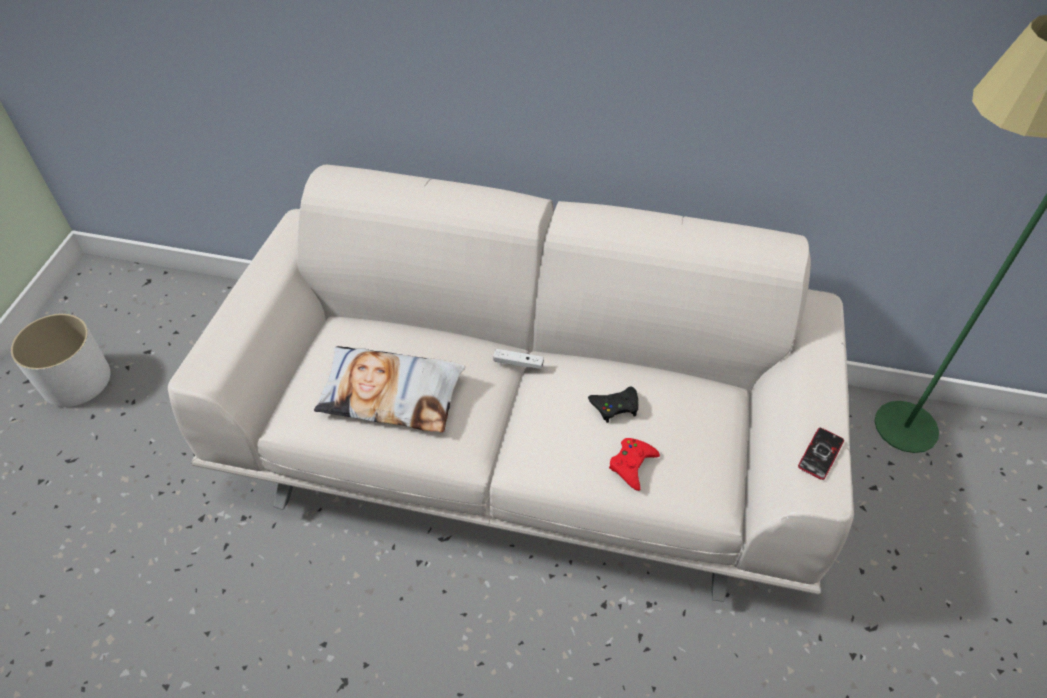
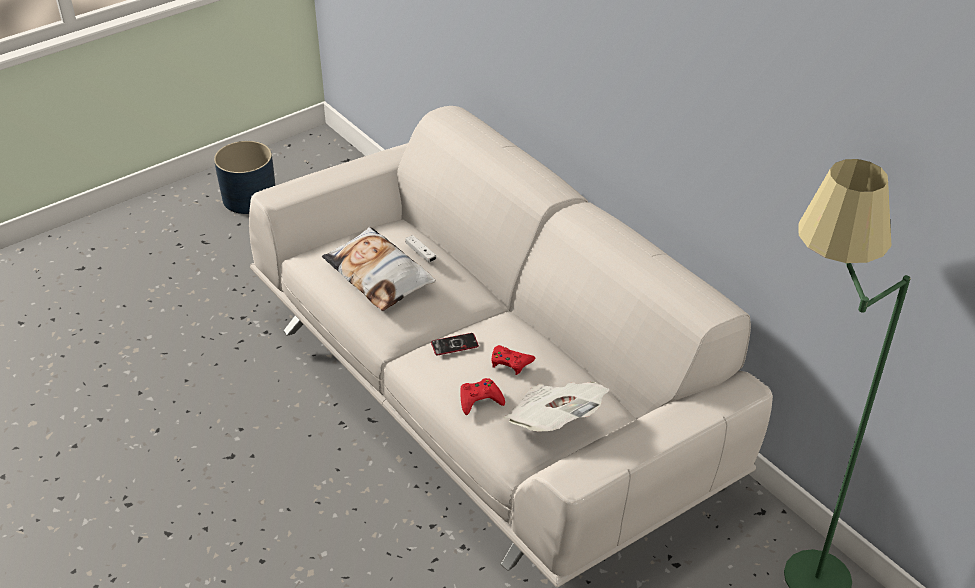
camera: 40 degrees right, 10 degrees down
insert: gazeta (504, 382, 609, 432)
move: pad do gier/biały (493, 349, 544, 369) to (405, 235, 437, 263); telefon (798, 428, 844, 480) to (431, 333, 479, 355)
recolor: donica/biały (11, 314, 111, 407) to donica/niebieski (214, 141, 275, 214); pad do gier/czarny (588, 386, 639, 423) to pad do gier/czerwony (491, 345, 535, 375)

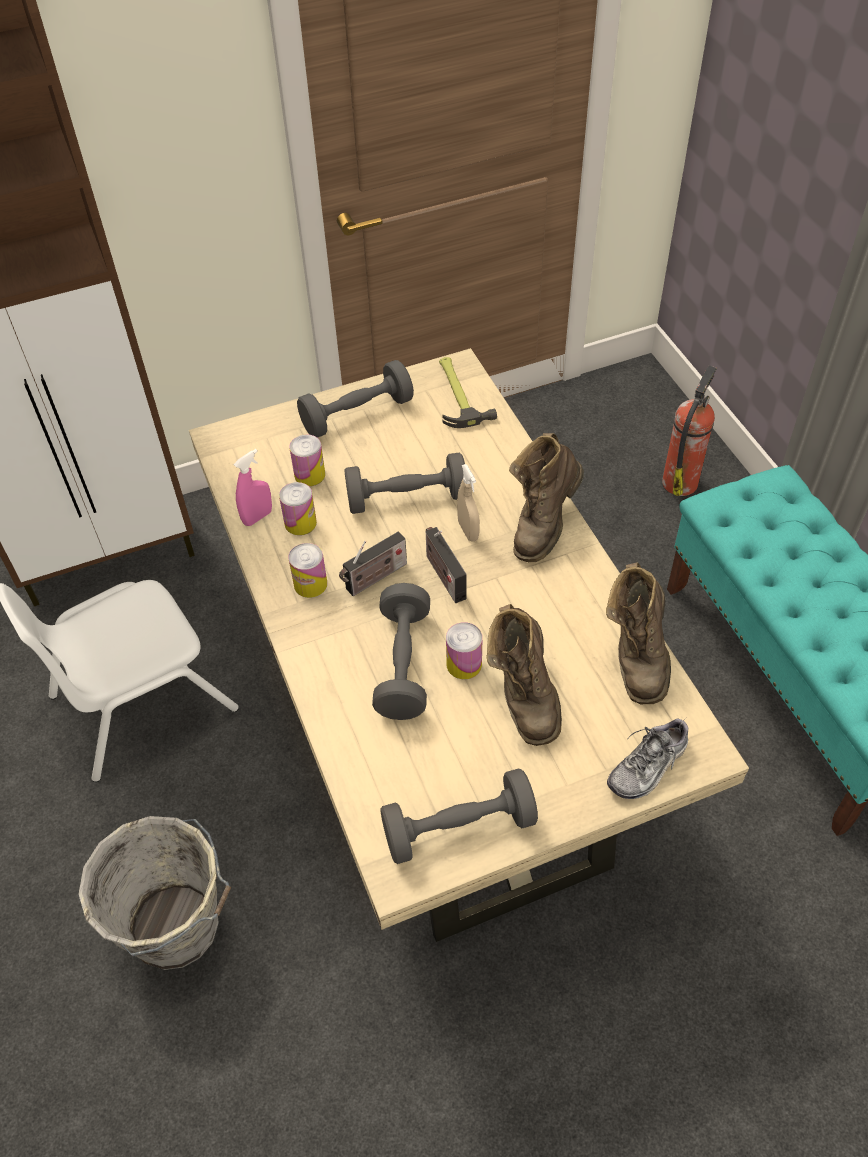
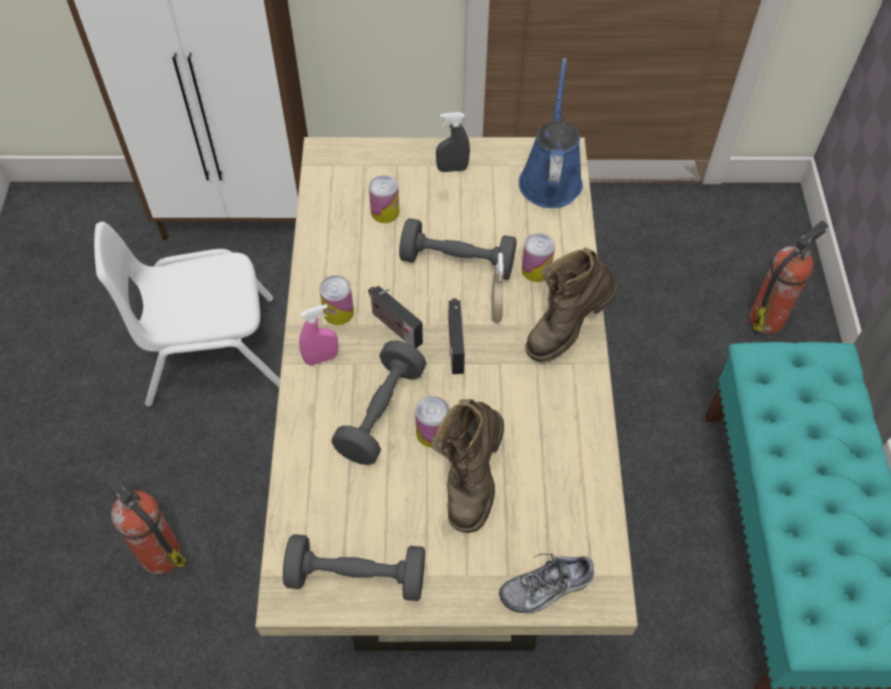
camera: 20 degrees right, 5 degrees up
delete: but z cholewką/brązowy (606, 562, 671, 704)
move: spryskiwacz/różowy (234, 449, 272, 526) to (299, 304, 338, 366); puszka (279, 482, 317, 535) to (522, 233, 555, 282)
replace: wiadro/szary (78, 816, 231, 970) to gaśnica (95, 468, 186, 574); hantel/szary (297, 360, 414, 438) to spryskiwacz/szary (436, 112, 470, 172); młotek (439, 357, 497, 428) to konewka/niebieski (519, 58, 583, 208)
rotate: radio (339, 532, 407, 596) = (368, 286, 423, 348) 60 degrees clockwise

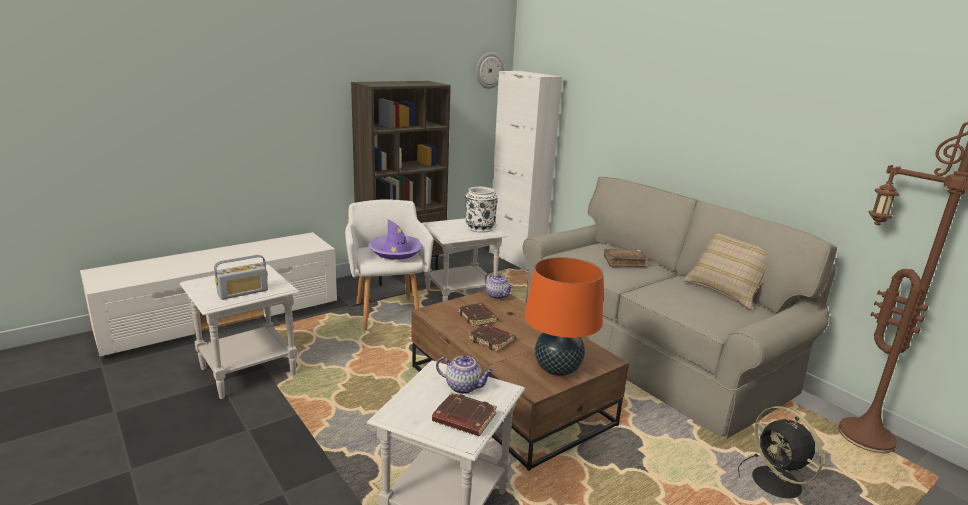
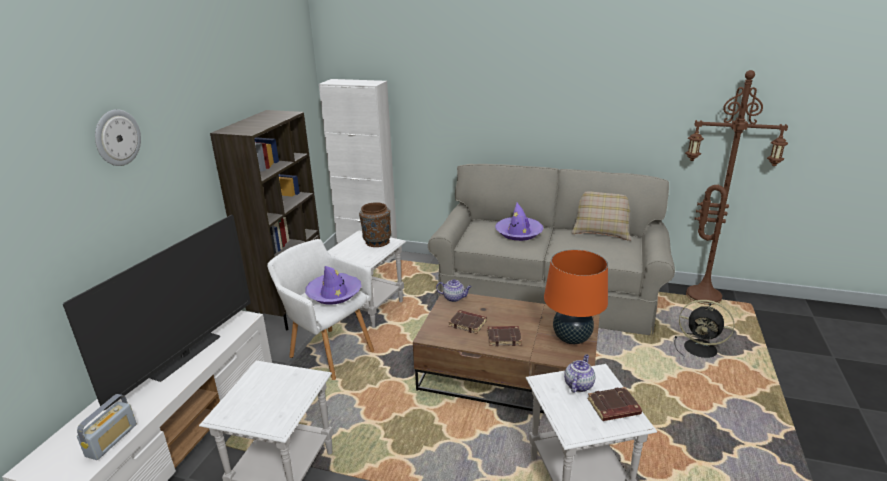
camera: 35 degrees left, 5 degrees up
insert: telewizor (63, 215, 251, 411)
move: radio (214, 255, 268, 300) to (77, 394, 137, 460); zegar ścienny (476, 52, 504, 89) to (95, 109, 141, 166)
replace: książka/brązowy (604, 249, 648, 267) to kapelusz/fioletowy (495, 203, 544, 241)
recolor: wazon/biały (465, 187, 498, 233) to wazon/brązowy (359, 202, 392, 247)
rotate: imbryk (436, 356, 493, 394) = (564, 354, 595, 393) 45 degrees counterclockwise

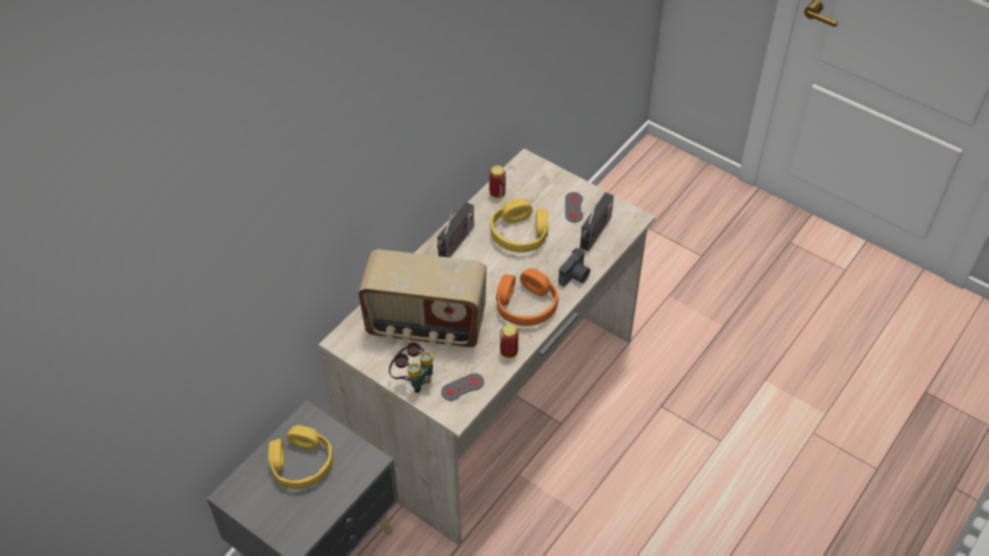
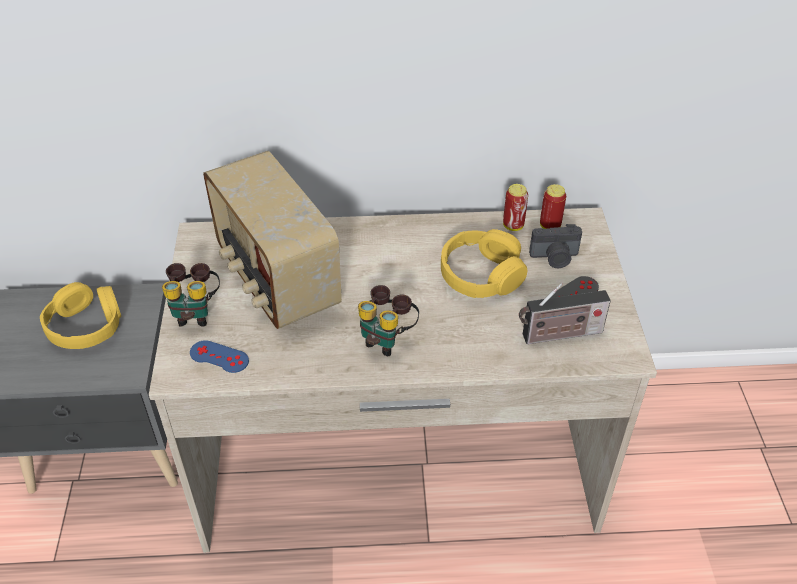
camera: 50 degrees right, 5 degrees down
delete: radio (437, 202, 474, 258)
move: puszka (500, 324, 519, 358) to (540, 184, 566, 229); aparat fotograficzny (558, 247, 590, 286) to (529, 224, 582, 268)
replace: słuchawki/pomarańczowy (496, 268, 558, 326) to lornetka (358, 285, 419, 356)
recolor: pad do gier/szary (441, 373, 484, 401) to pad do gier/niebieski (190, 340, 249, 373)

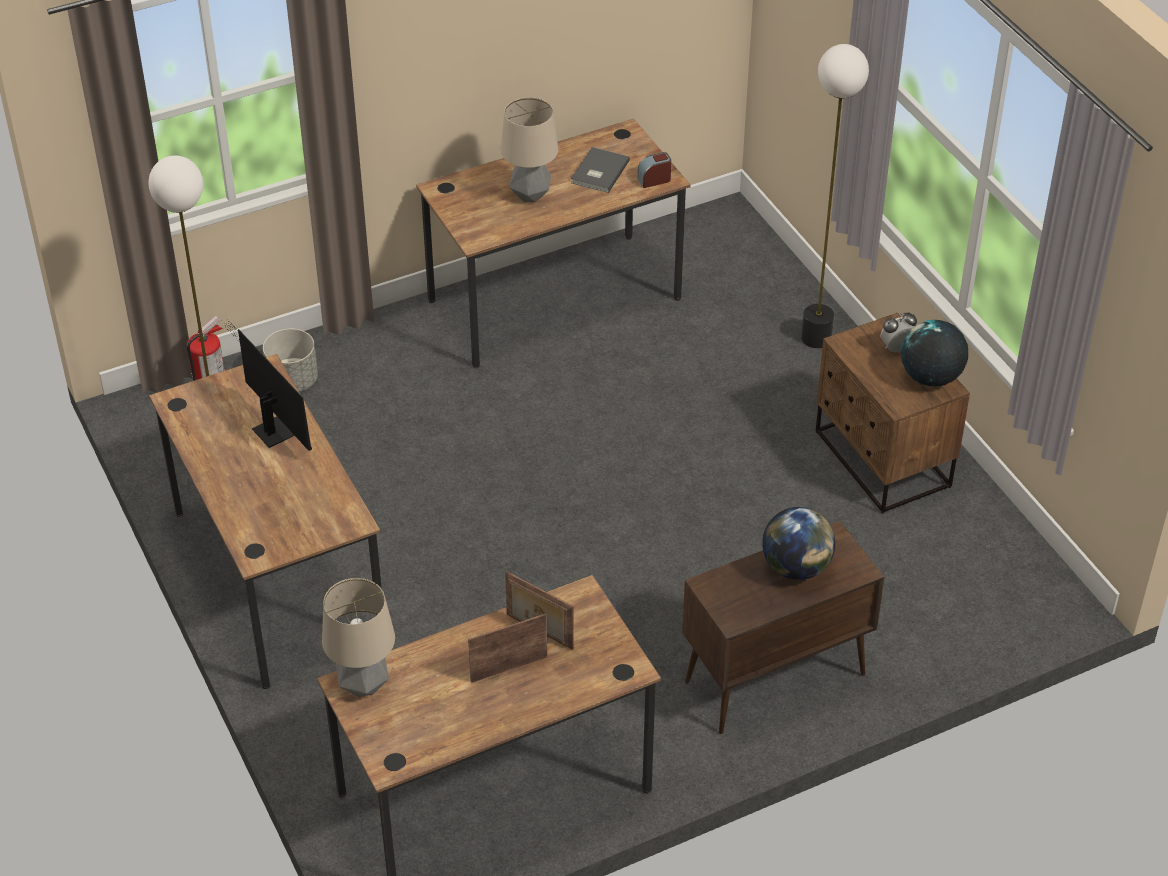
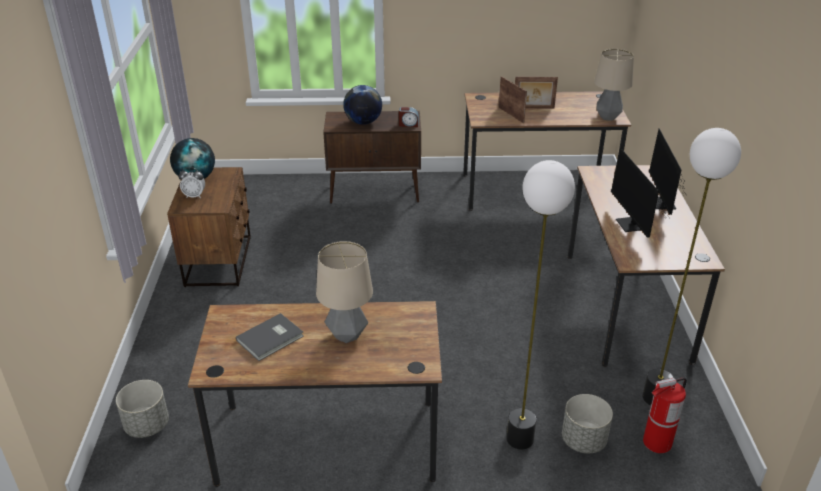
camera: 155 degrees left, 10 degrees down
insert: donica/szary (116, 380, 169, 438); monitor (649, 128, 687, 215)
move: budzik (638, 152, 671, 188) to (399, 107, 419, 127); lampa stojąca (801, 44, 869, 348) to (506, 160, 575, 449)

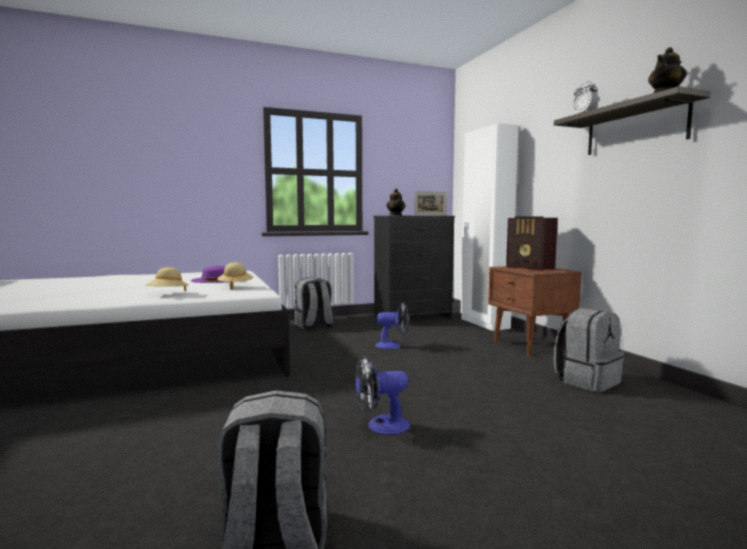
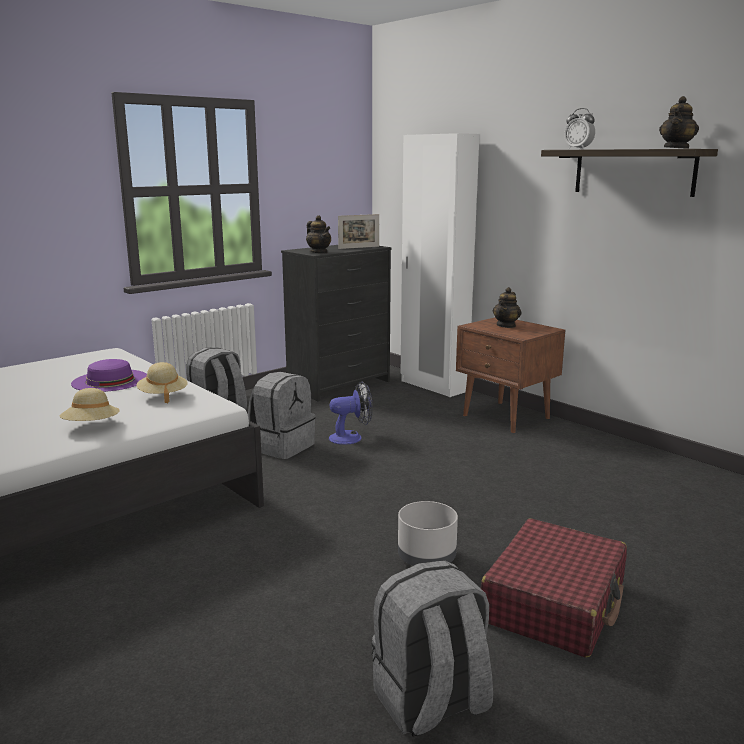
camera: 20 degrees left, 10 degrees up
insert: walizka/czerwony (481, 518, 627, 658)
move: plecak/szary (554, 308, 625, 392) to (248, 372, 315, 459)
replace: wentylator (355, 356, 410, 435) to donica/szary (398, 501, 458, 566); radio (506, 216, 558, 271) to imbryk (493, 287, 521, 328)

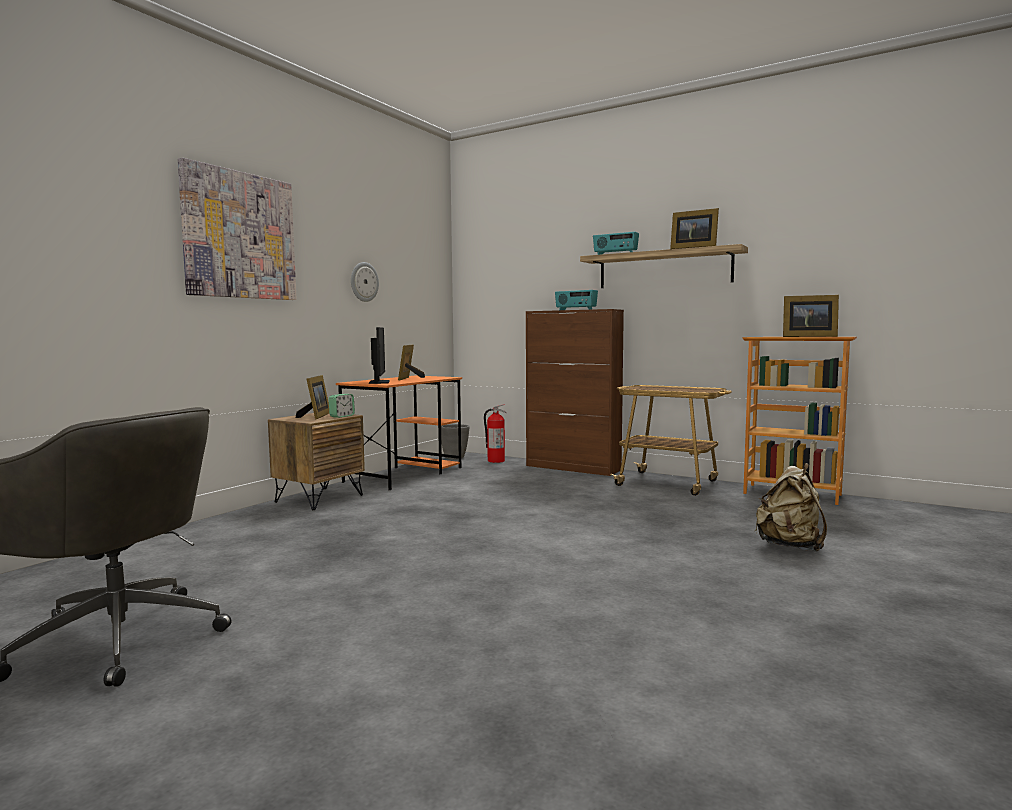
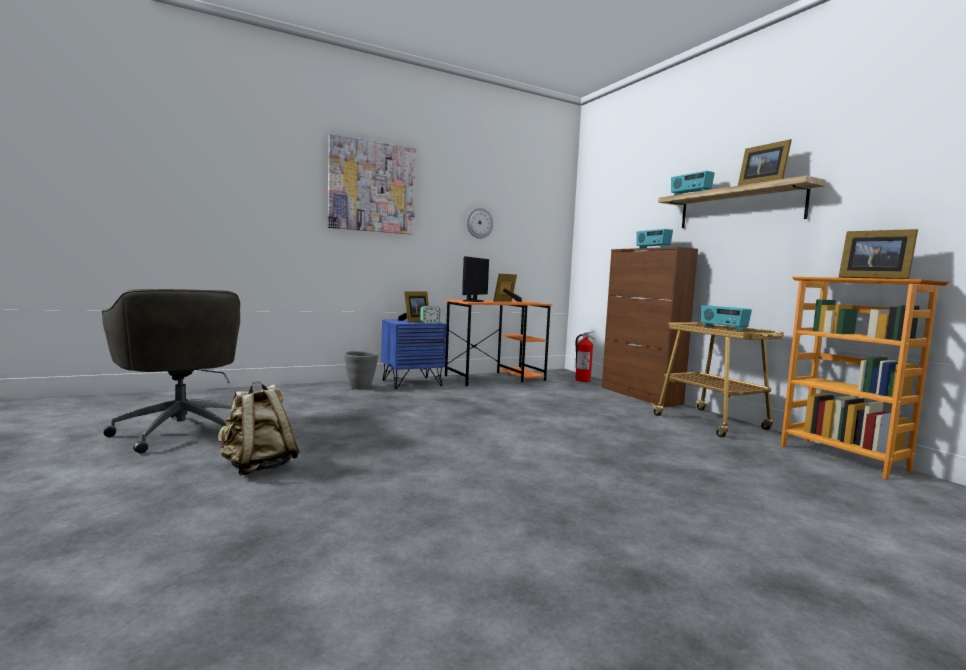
camera: 30 degrees right, 0 degrees up
insert: radio (701, 305, 752, 331)
move: donica/szary (441, 424, 470, 460) to (345, 351, 378, 389); plecak/beżowy (755, 463, 827, 552) to (218, 381, 300, 475)
recolor: szafka nocna/brązowy (268, 413, 365, 510) to szafka nocna/niebieski (381, 320, 446, 389)

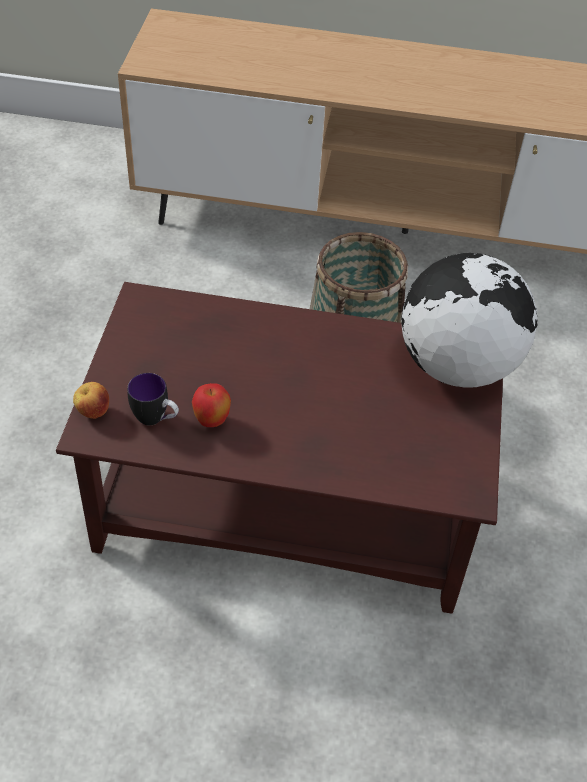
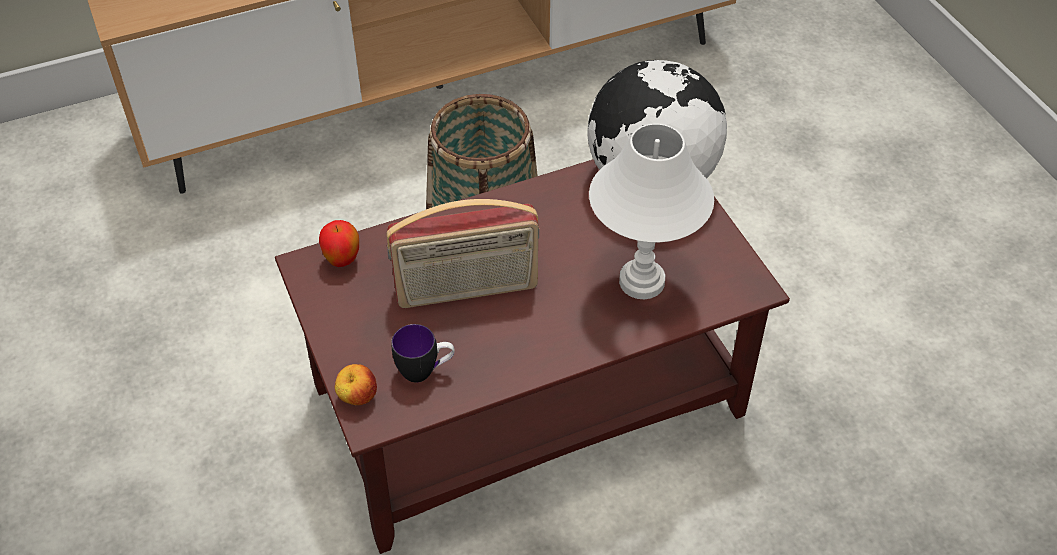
camera: 30 degrees left, 0 degrees up
insert: radio (387, 199, 539, 308); lampa stołowa/biały (589, 124, 714, 299)
move: jabłko (192, 383, 231, 427) to (319, 220, 359, 267)

